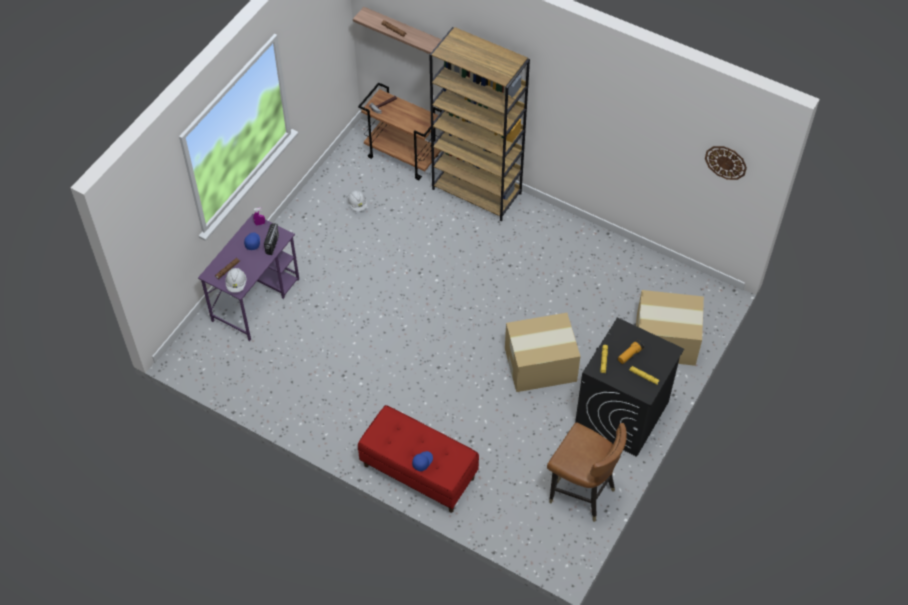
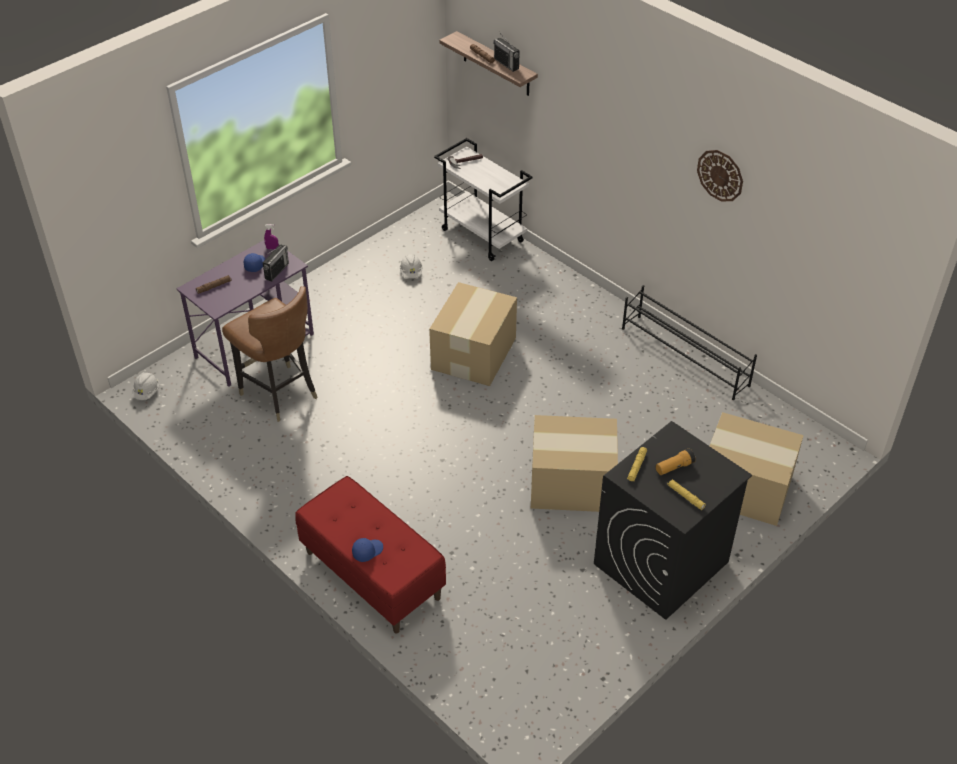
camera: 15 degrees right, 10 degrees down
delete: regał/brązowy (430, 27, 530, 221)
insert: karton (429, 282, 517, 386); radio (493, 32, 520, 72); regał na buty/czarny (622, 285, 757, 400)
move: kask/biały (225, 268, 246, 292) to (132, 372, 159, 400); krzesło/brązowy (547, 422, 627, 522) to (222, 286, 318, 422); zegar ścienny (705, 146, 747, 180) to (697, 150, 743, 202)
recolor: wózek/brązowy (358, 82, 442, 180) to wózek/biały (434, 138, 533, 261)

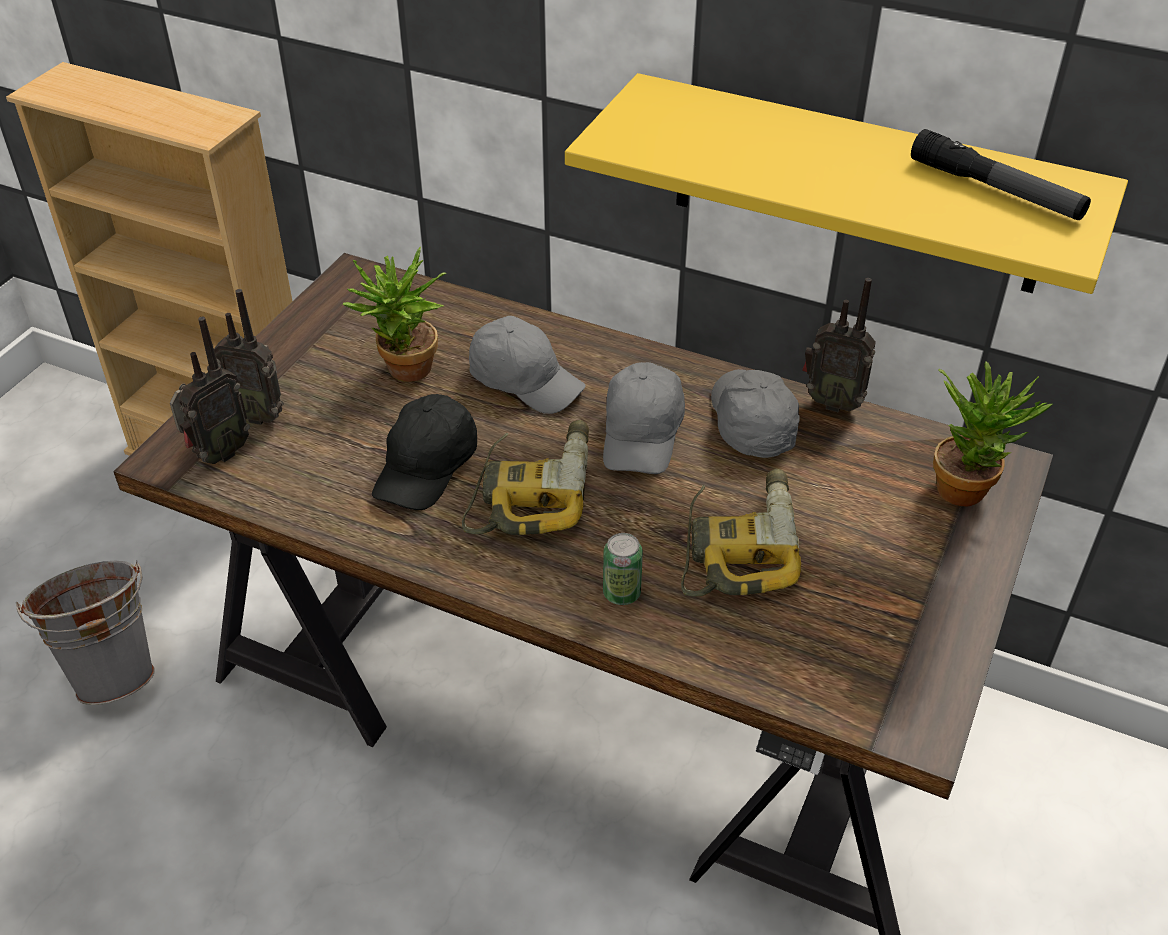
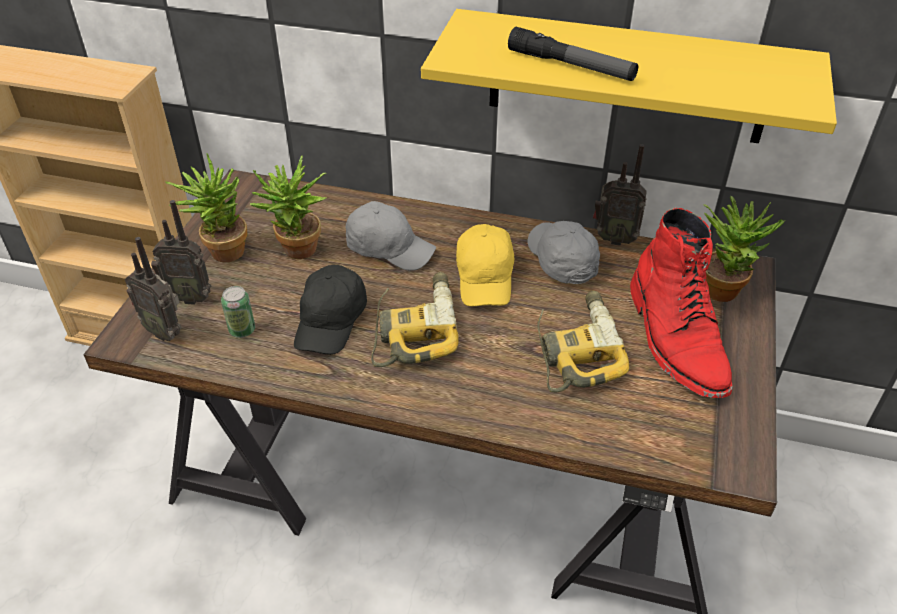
camera: 10 degrees left, 0 degrees up
delete: wiadro/szary (15, 560, 155, 705)
insert: roślina doniczkowa (166, 154, 247, 262); but z cholewką/czerwony (630, 208, 733, 398)
move: puszka (603, 533, 643, 605) to (221, 286, 255, 338); latarka (911, 129, 1091, 220) to (508, 27, 638, 81)
recolor: czapka z daszkiem/szary (603, 362, 685, 474) to czapka z daszkiem/żółty (456, 224, 514, 306)
rotate: radio (170, 317, 250, 464) = (125, 237, 182, 341) 90 degrees clockwise

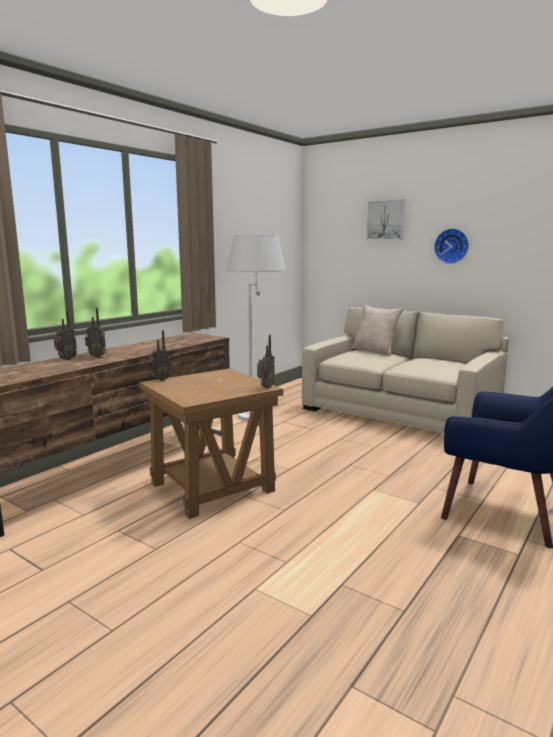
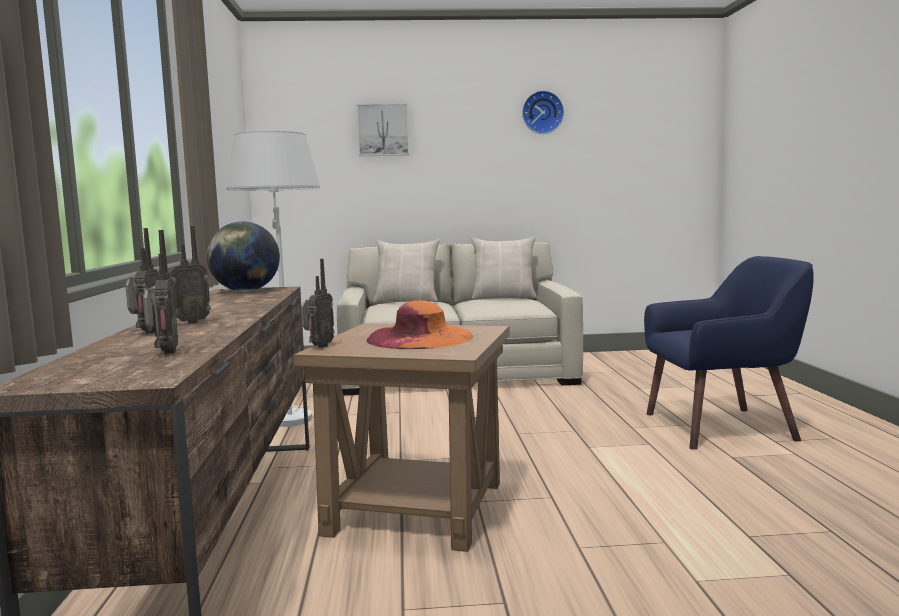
camera: 40 degrees left, 5 degrees down
insert: globus (207, 221, 280, 291); kapelusz/pomarańczowy (366, 300, 473, 349); poduszka/beżowy (472, 237, 537, 300)
move: radio (257, 335, 275, 388) to (142, 230, 178, 354); zegar ścienny (434, 228, 469, 264) to (522, 90, 564, 134)

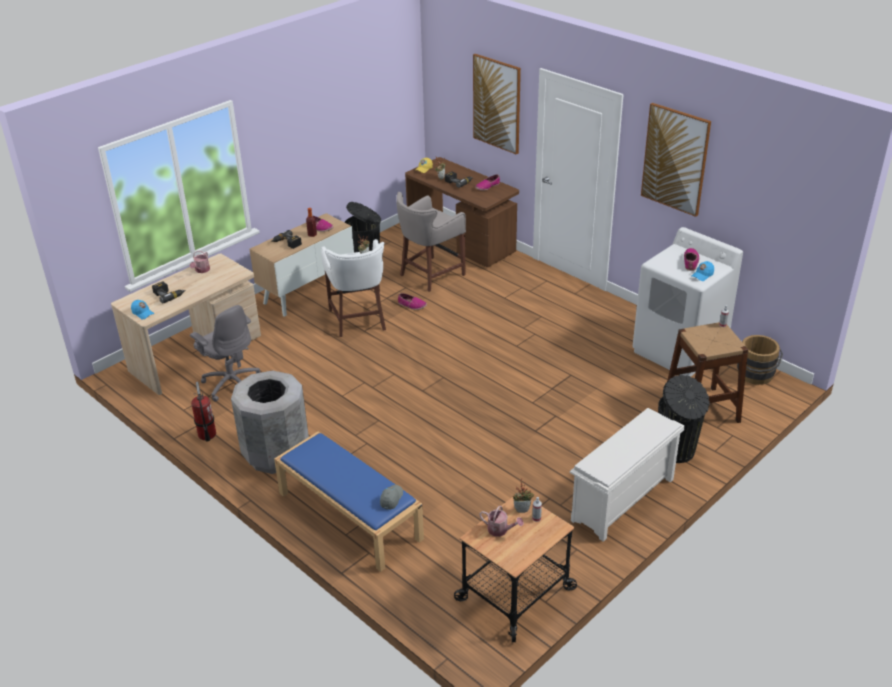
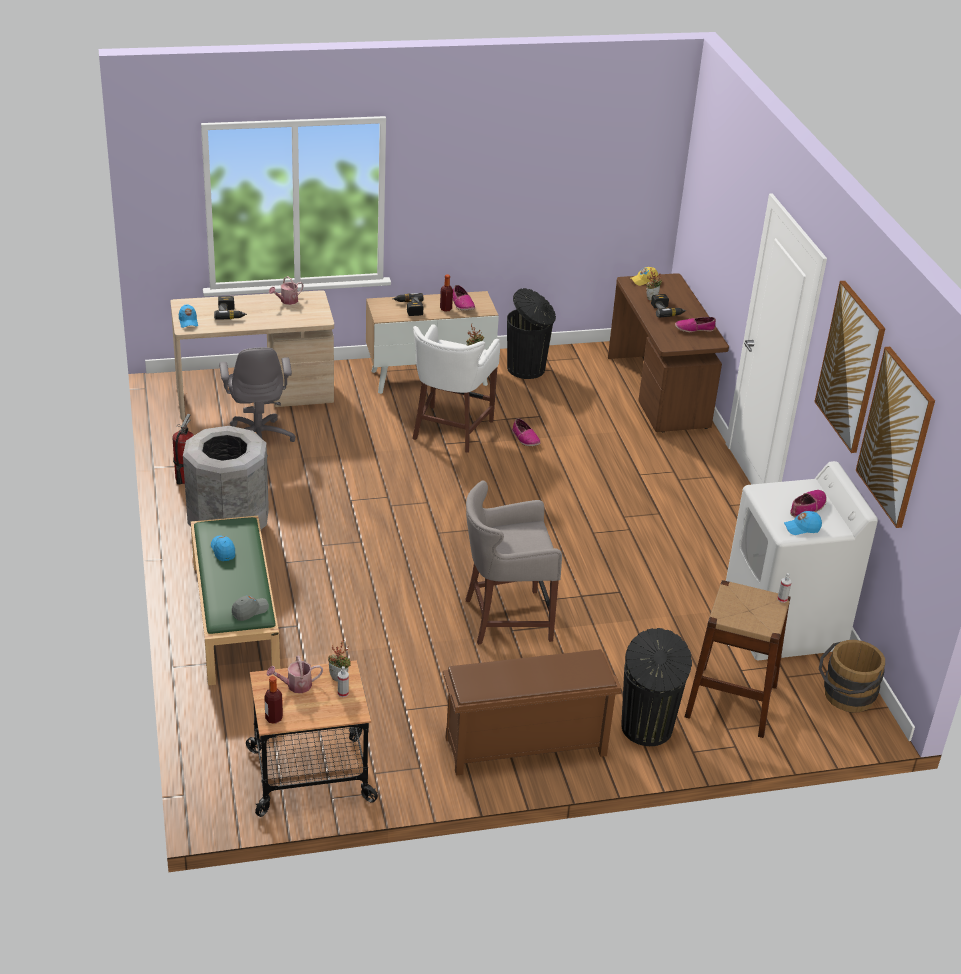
camera: 30 degrees right, 0 degrees up
insert: czapka z daszkiem/niebieski (211, 536, 235, 561); butelka (264, 676, 283, 724)
move: stołek/szary (396, 192, 466, 292) to (466, 480, 562, 645); obraz (473, 54, 521, 155) to (856, 347, 935, 528)
recolor: ławka/niebieski (274, 431, 424, 572) to ławka/zielony (191, 516, 280, 685); regał na buty/biały (570, 408, 685, 542) to regał na buty/brązowy (443, 649, 621, 776)
rotate: konewka (480, 506, 524, 537) = (267, 656, 323, 693) 105 degrees clockwise

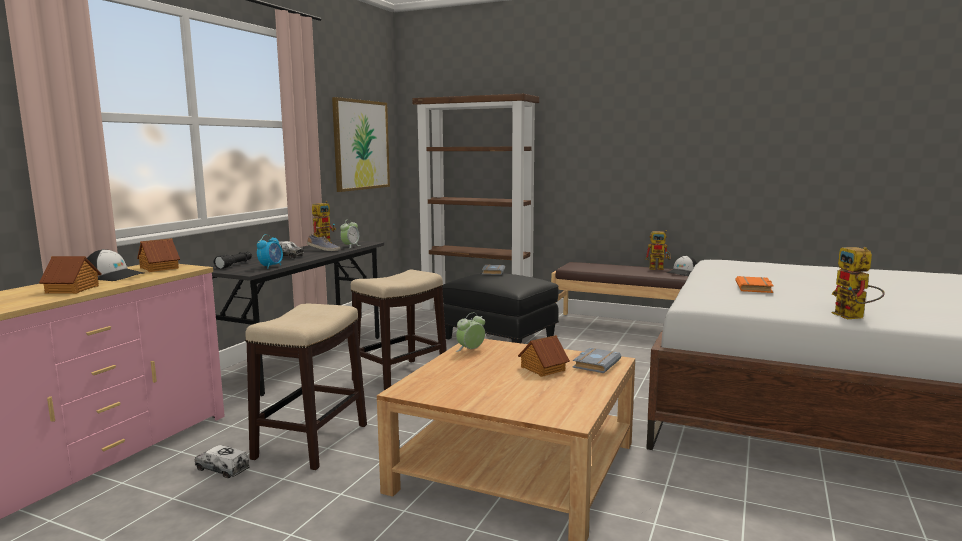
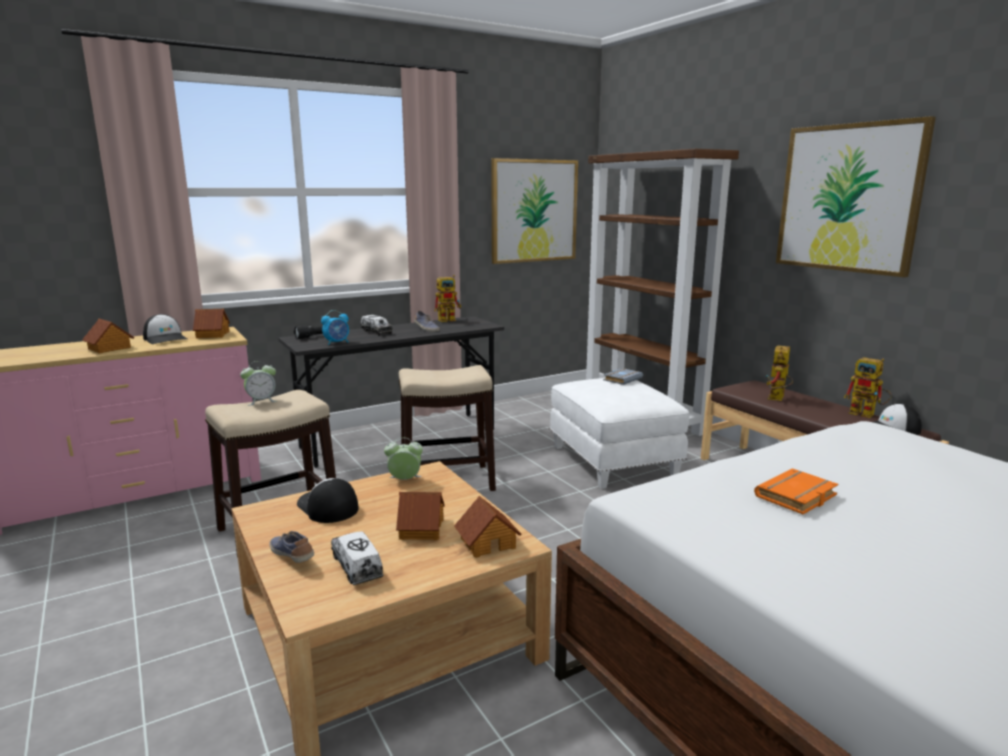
camera: 35 degrees right, 5 degrees up
insert: but (269, 531, 314, 563); czapka z daszkiem (297, 478, 359, 523); obraz (776, 116, 936, 277)
move: ciężarówka zabawkowa (195, 445, 250, 478) to (331, 531, 384, 585); budzik (340, 219, 359, 248) to (240, 361, 277, 406); robot zabawkowy (832, 247, 885, 319) to (766, 345, 793, 401)
replace: książka/szary (573, 348, 621, 373) to domek (454, 496, 522, 558)
recolor: pufa/czarny (442, 273, 559, 343) to pufa/biały (550, 378, 689, 489)

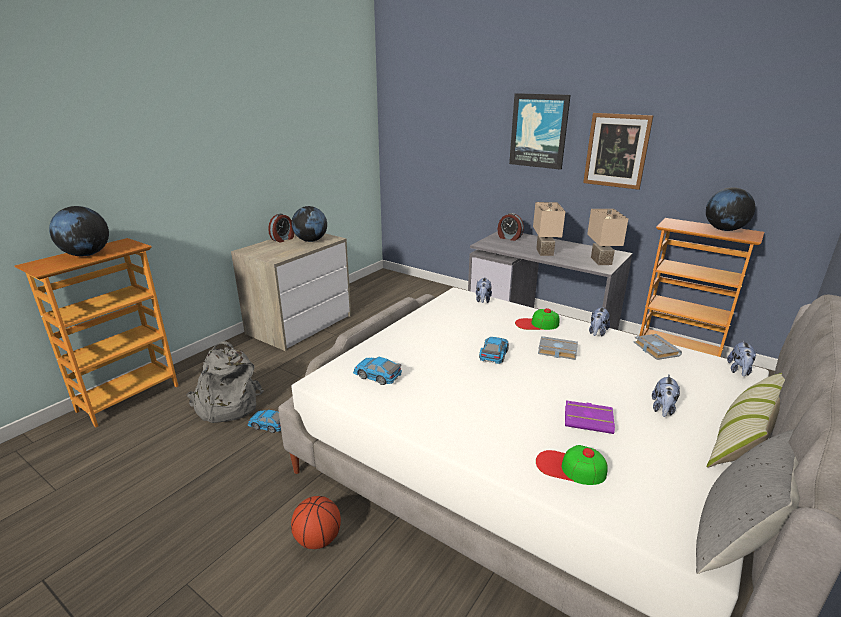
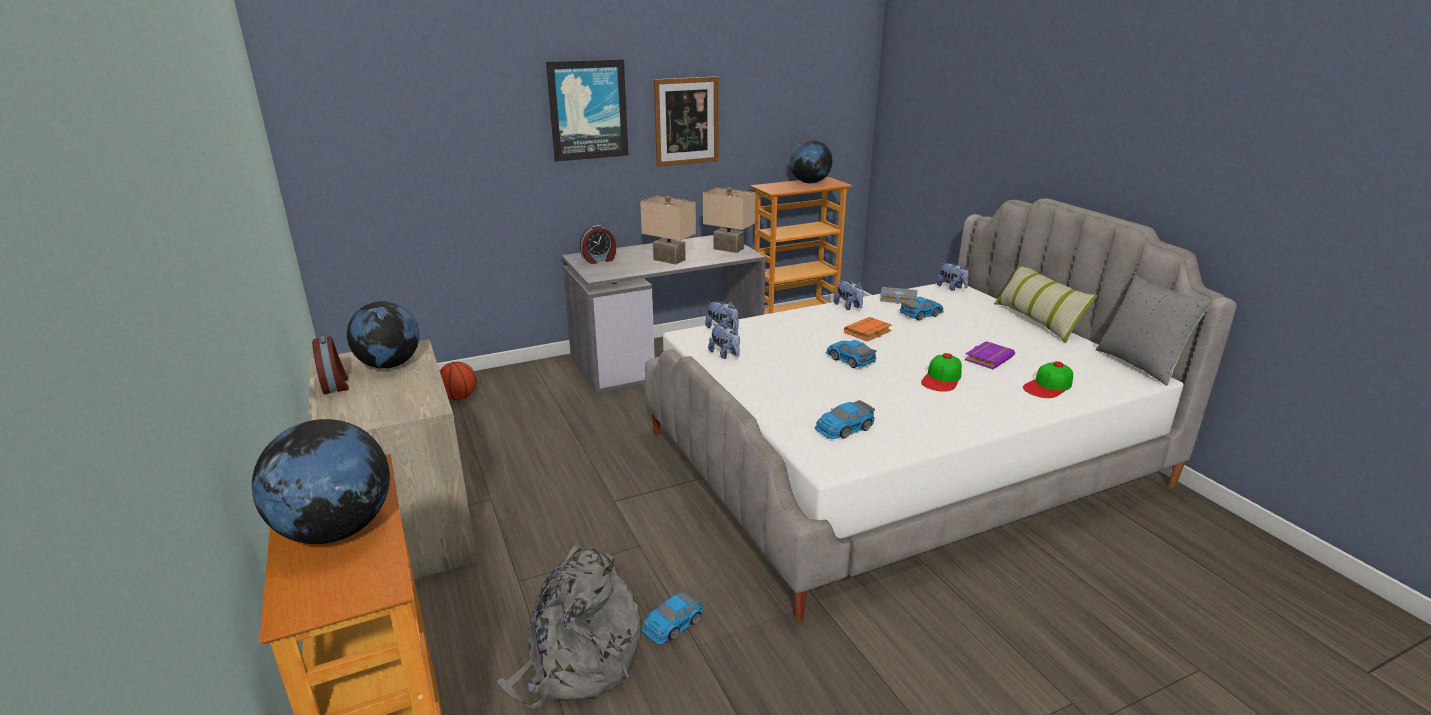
camera: 60 degrees left, 0 degrees up
insert: samochodzik (900, 297, 944, 320)
move: piłka do koszykówki (291, 496, 341, 549) to (440, 362, 477, 400); czapka z daszkiem (515, 308, 560, 330) to (921, 353, 962, 392); pluszak (652, 375, 680, 417) to (708, 324, 740, 359)
recolor: książka/szary (538, 336, 578, 360) to książka/pomarańczowy (844, 317, 892, 341)

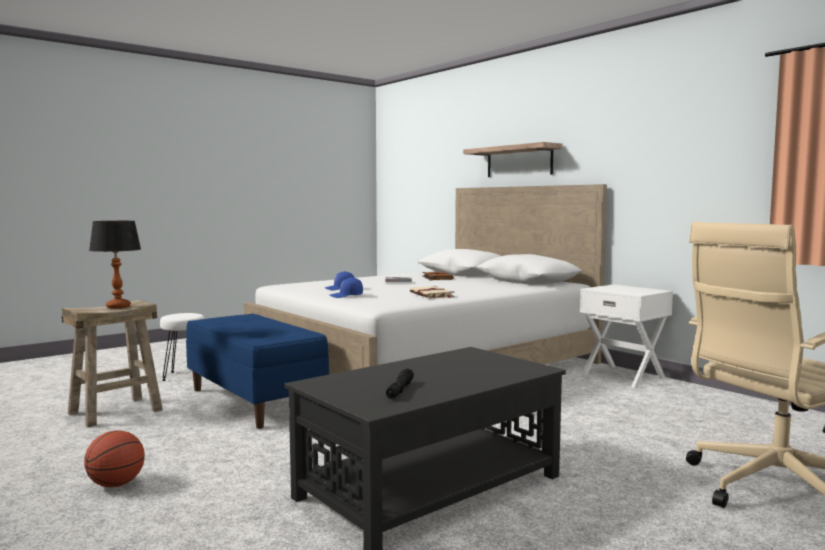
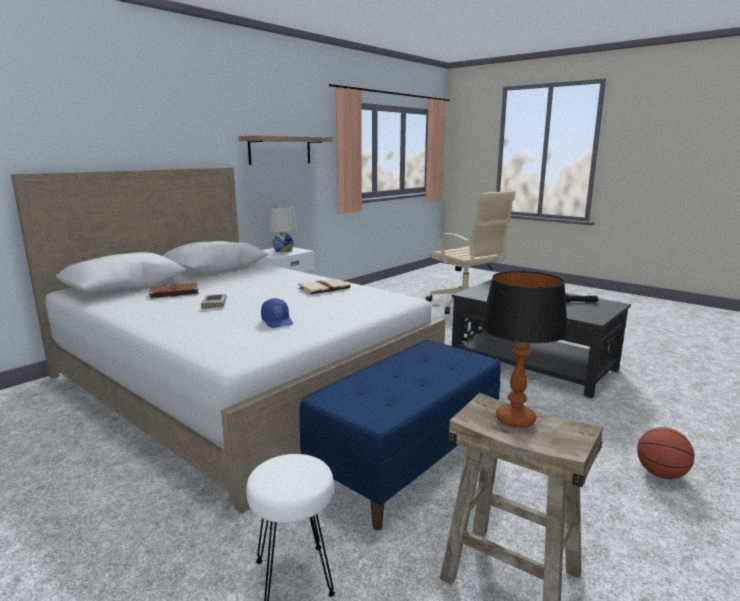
camera: 100 degrees left, 10 degrees up
delete: czapka z daszkiem/niebieski (330, 277, 363, 298)
insert: lampa stołowa/biały (267, 205, 297, 252)
move: półka (463, 142, 562, 177) to (239, 136, 332, 165)

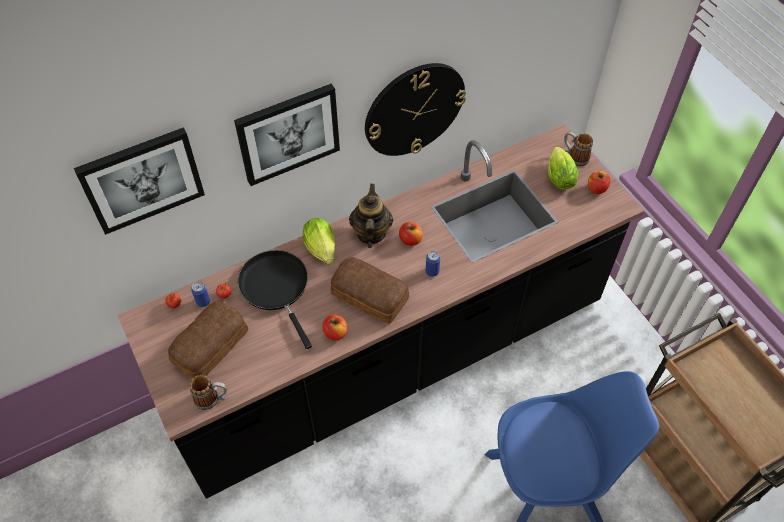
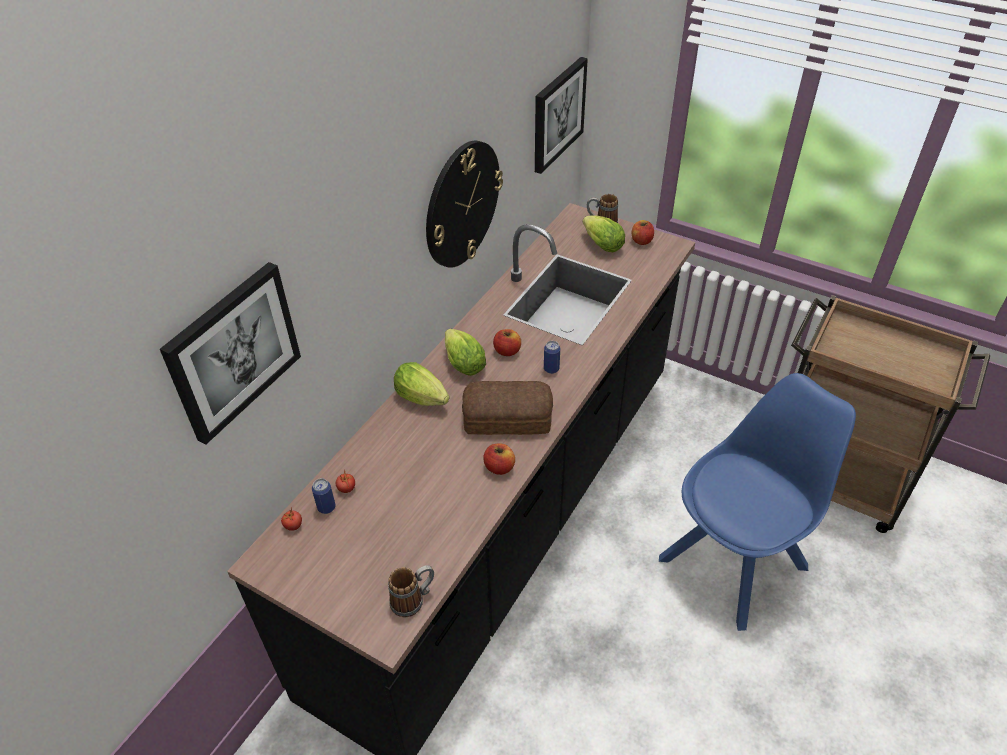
camera: 30 degrees left, 10 degrees down
delete: chleb (168, 301, 248, 378); patelnia/czarny (238, 250, 312, 349)
move: obraz (234, 84, 340, 186) to (535, 57, 588, 174)
replace: imbryk (349, 184, 393, 248) to sałata (445, 329, 486, 376)

